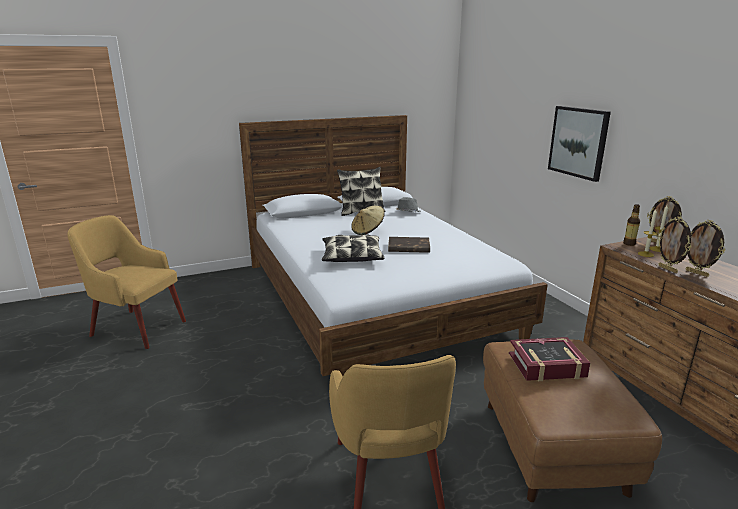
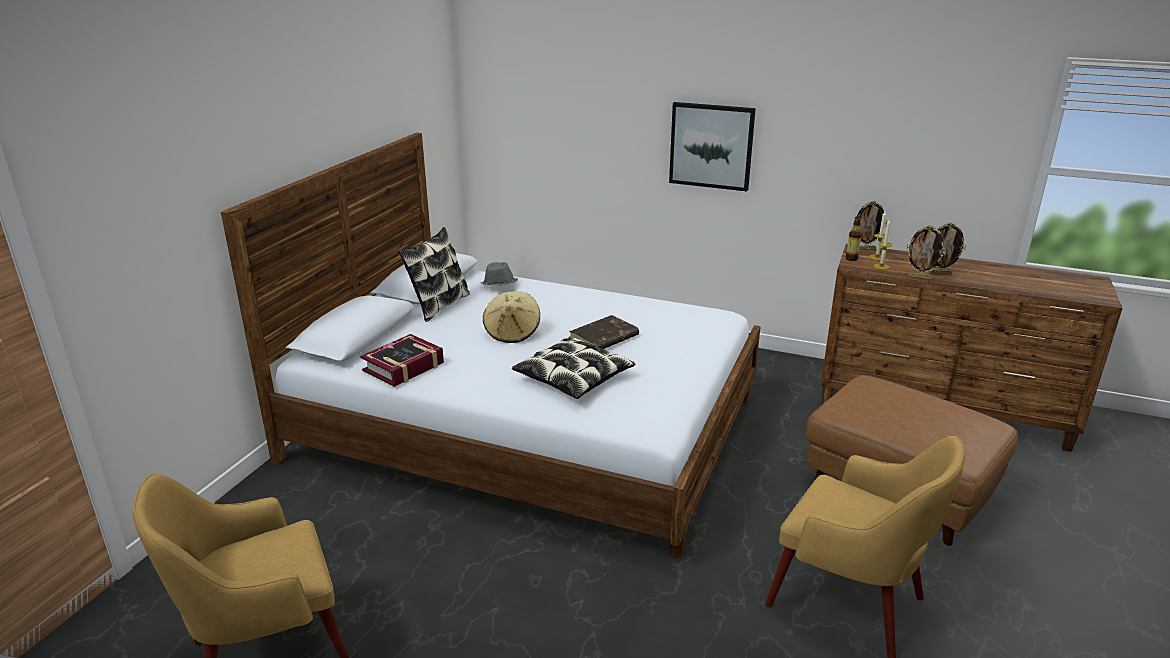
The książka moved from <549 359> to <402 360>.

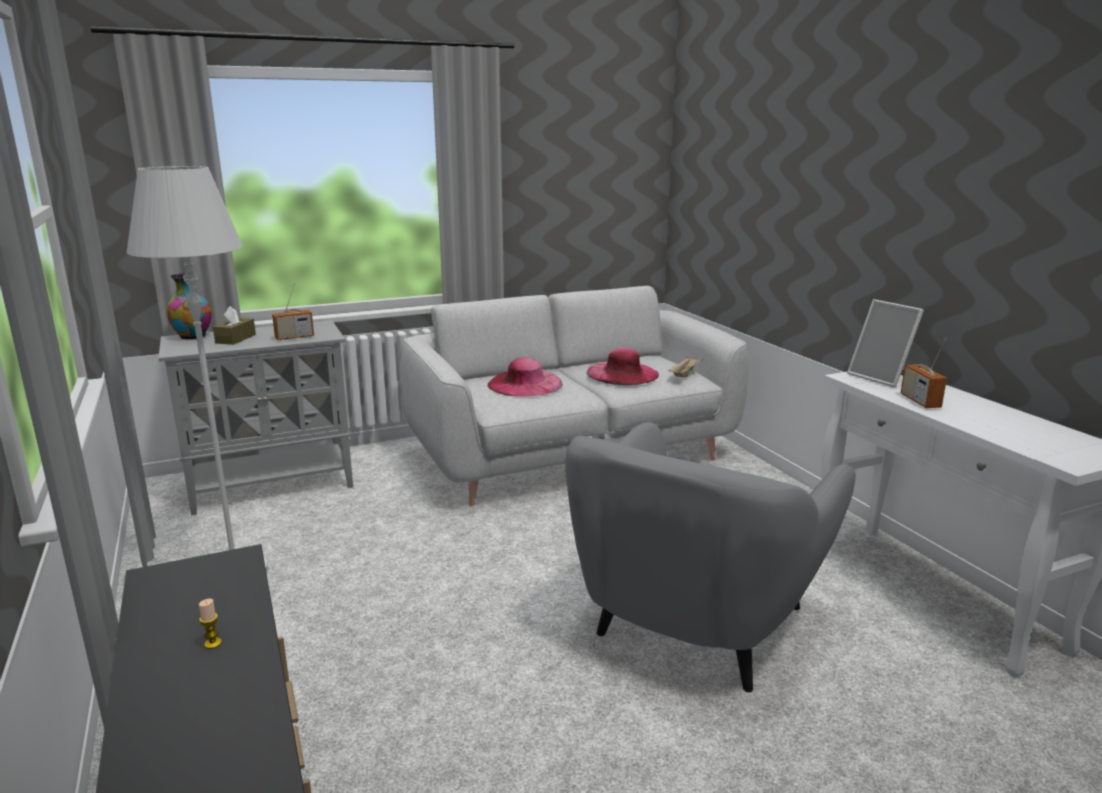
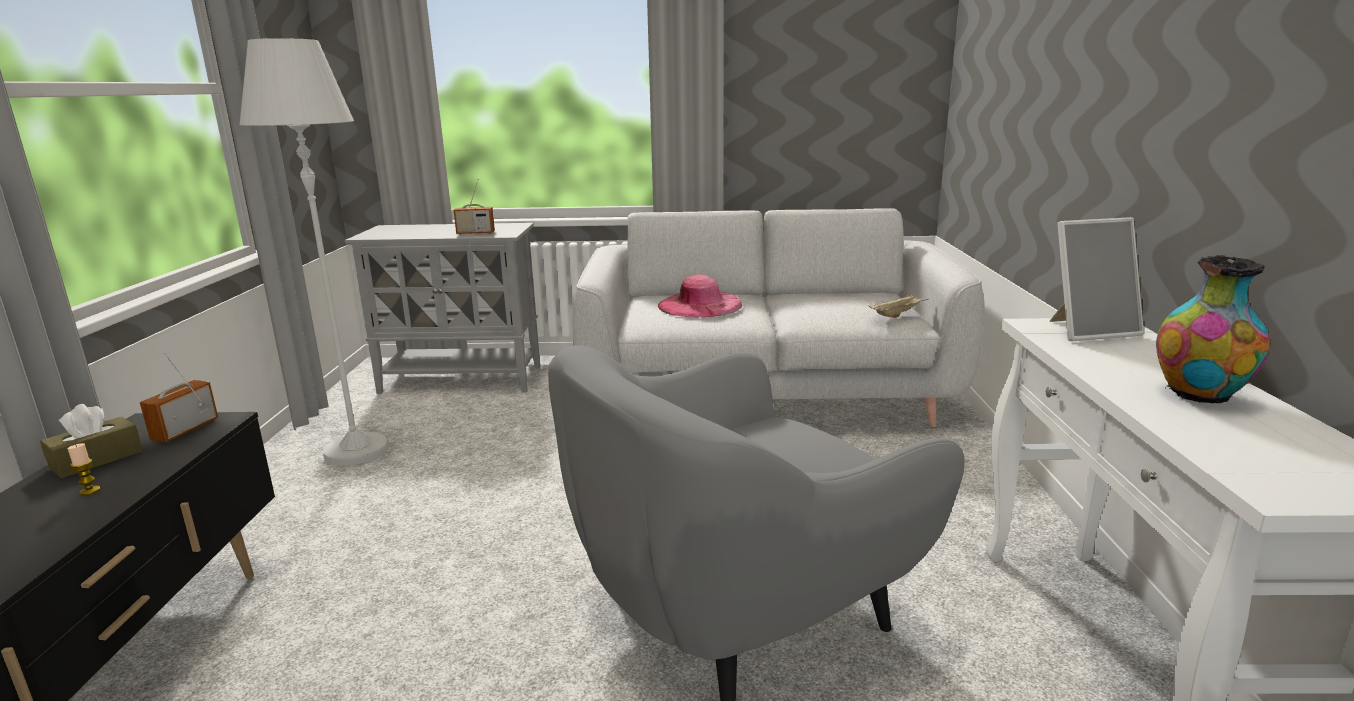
The wazon moved from <189 306> to <1213 329>.
The ramka na zdjęcie at <885 343> turned 90 degrees counterclockwise.
The pudełko chusteczek/brązowy moved from <234 325> to <91 441>.
The radio moved from <924 373> to <179 397>.
The kapelusz/różowy at <623 366> disappeared.

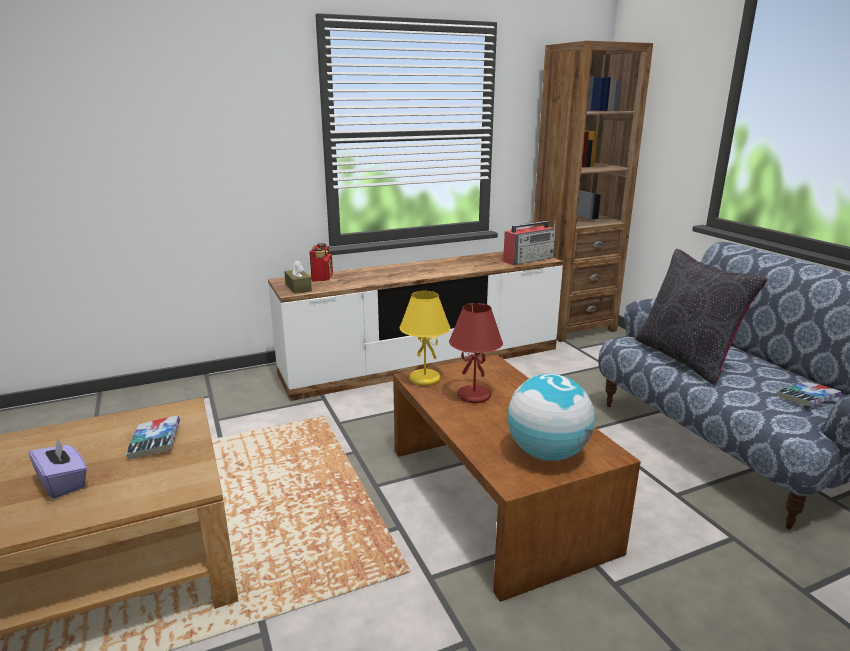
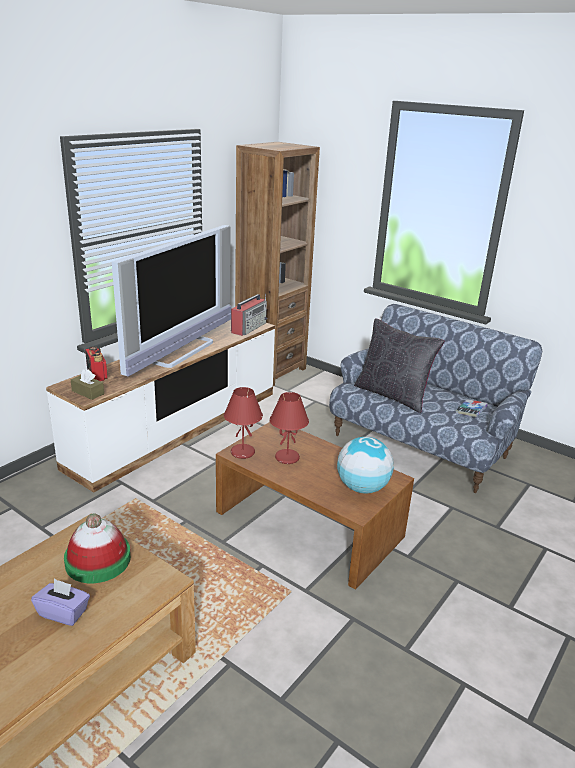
The lampa stołowa/żółty at <425 338> became the lampa stołowa/czerwony at <243 423>.
The książka at <153 437> was replaced by the kapelusz at <97 548>.
The telewizor at <171 301> appeared.

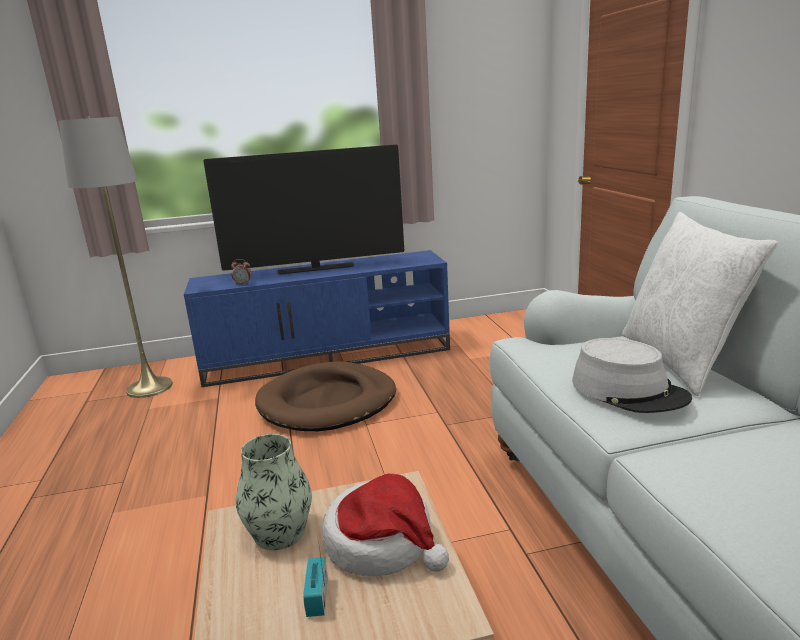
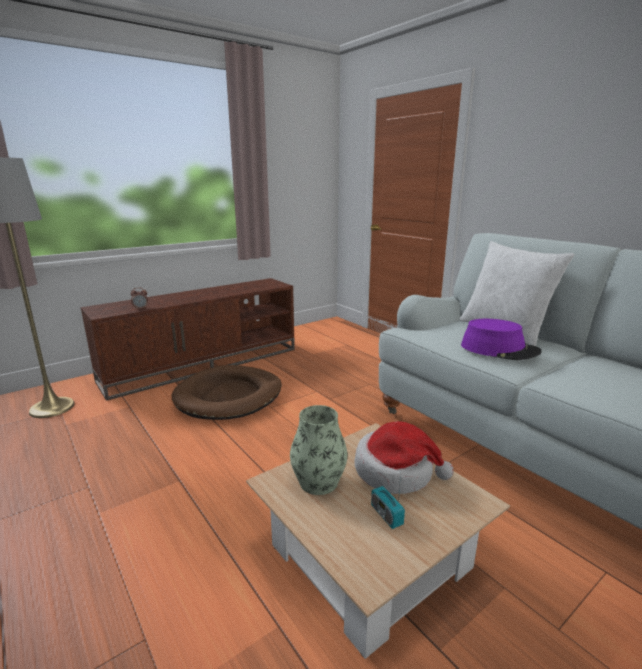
The telewizor at <303 209> disappeared.
The szafka pod telewizor/niebieski at <317 318> became the szafka pod telewizor/brązowy at <187 339>.
The kapelusz/szary at <632 375> became the kapelusz/fioletowy at <501 339>.

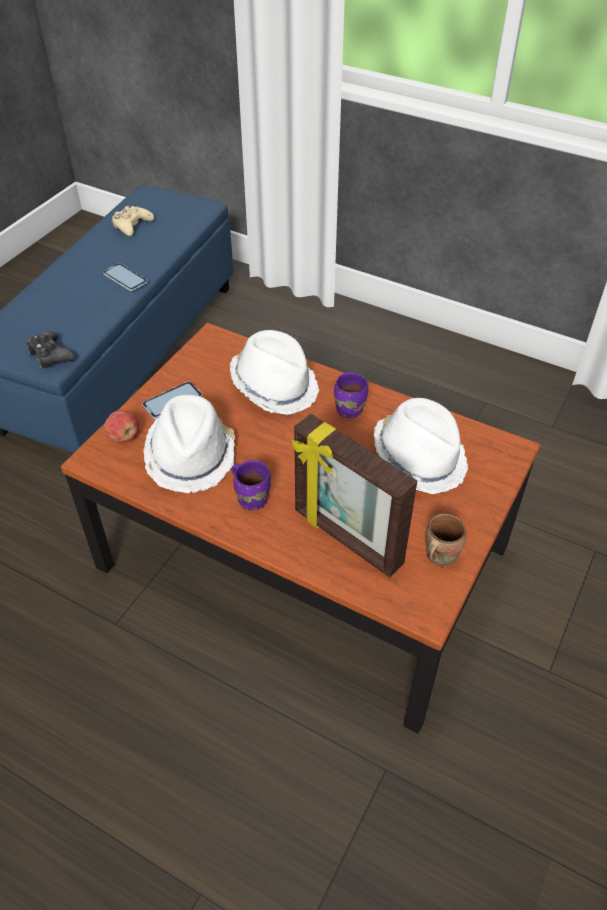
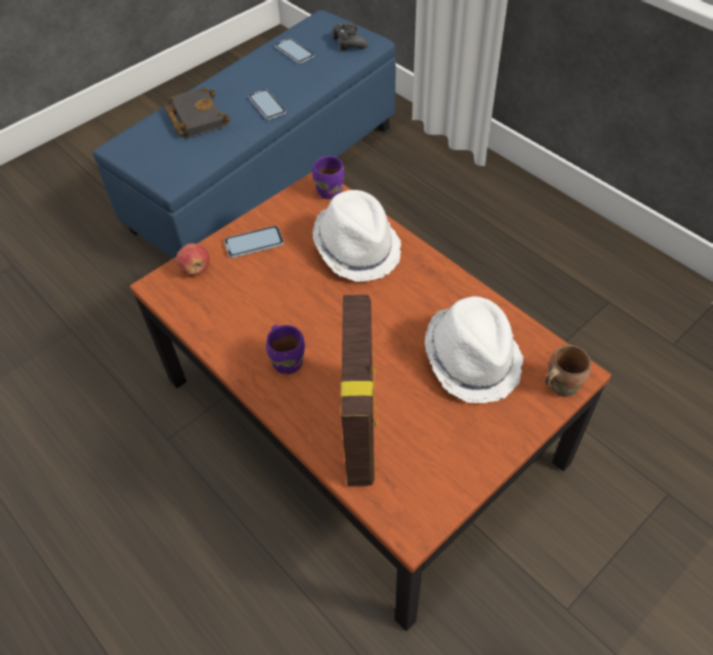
The pad do gier/beżowy at <133 220> was replaced by the telefon at <294 51>.
The pad do gier/czarny moved from <51 350> to <350 36>.
The kubek/fioletowy moved from <351 395> to <328 177>.
The kapelusz/biały at <189 444> disappeared.
The ramka na zdjęcie at <354 495> turned 150 degrees counterclockwise.
The kubek/brązowy moved from <445 540> to <568 371>.
The książka/czarny at <197 112> appeared.

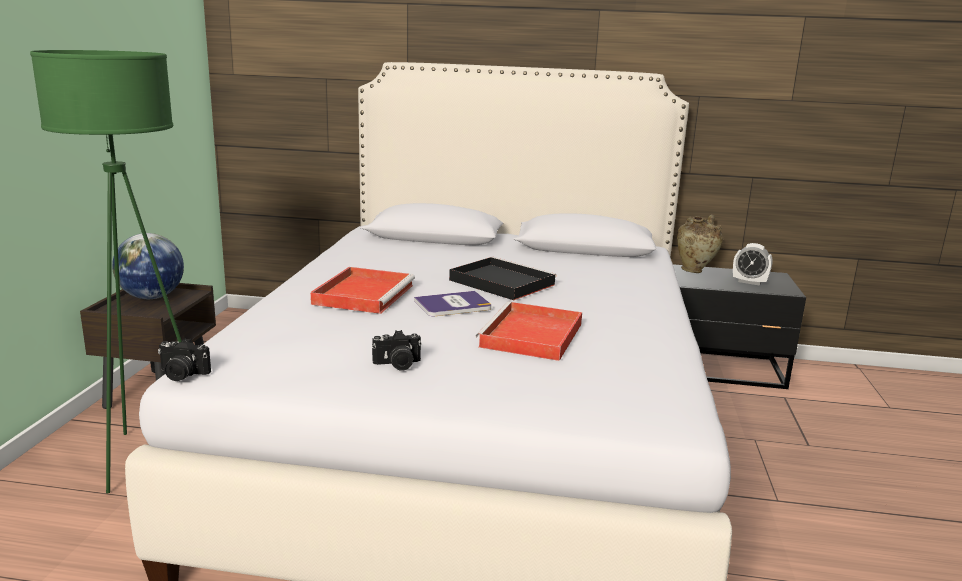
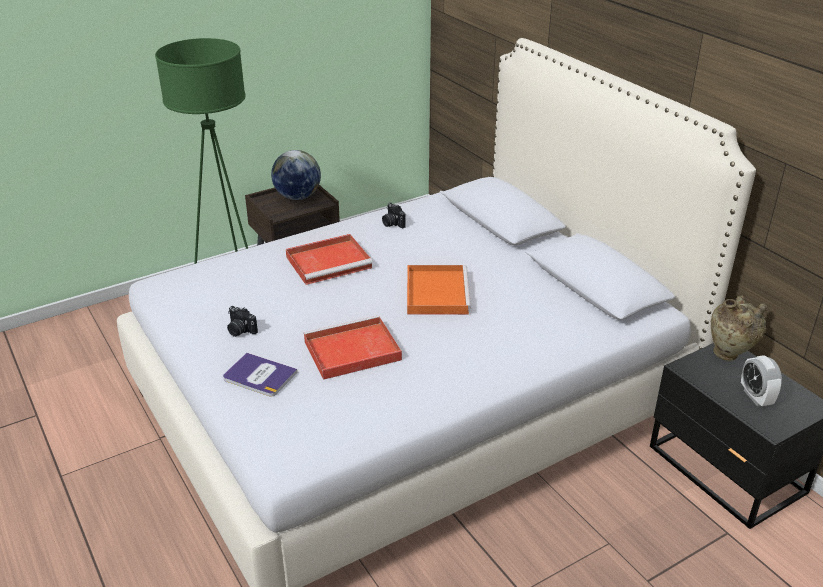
The taca/czarny at <503 278> became the taca/pomarańczowy at <439 290>.
The książka moved from <453 303> to <260 375>.
The aparat fotograficzny moved from <184 359> to <394 215>.

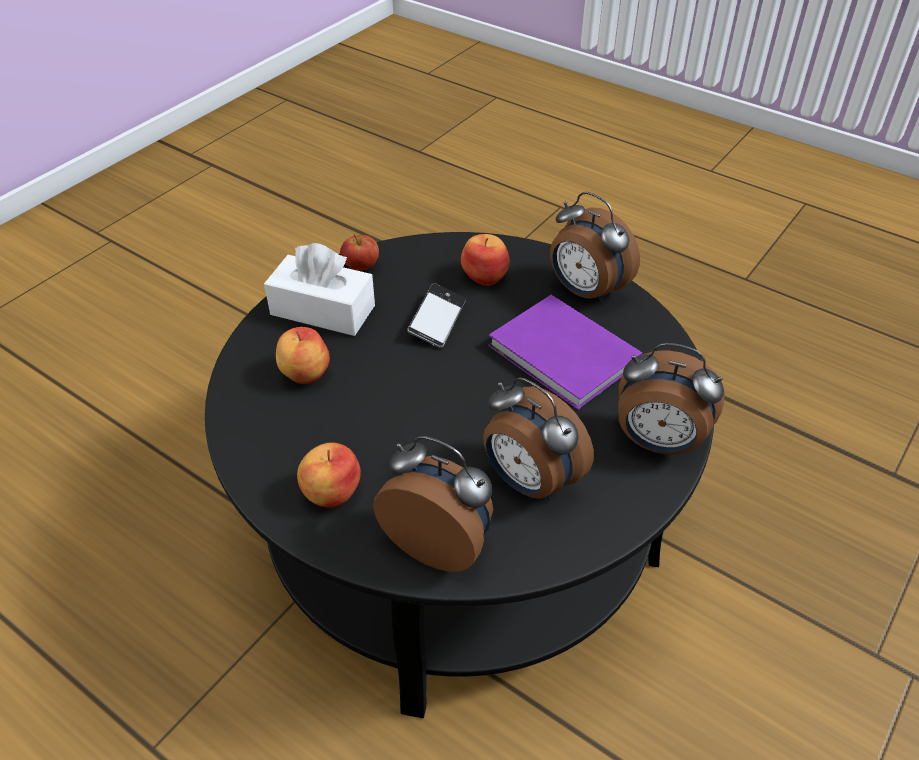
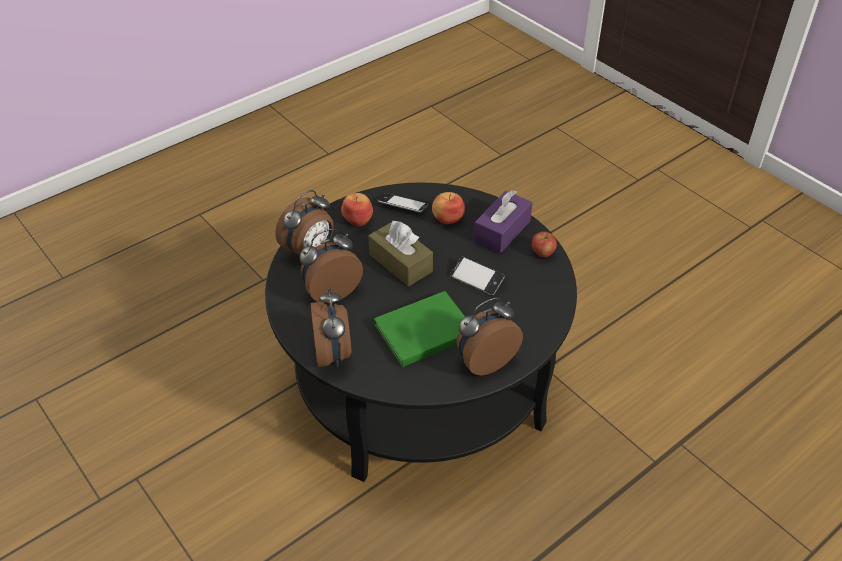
The jabłko at <485 260> disappeared.
The pudełko chusteczek/biały at <319 289> became the pudełko chusteczek/fioletowy at <503 221>.
The książka/fioletowy at <565 352> became the książka/zielony at <419 329>.
The budzik at <671 399> turned 135 degrees clockwise.
The telefon at <402 202> appeared.
The pudełko chusteczek/brązowy at <400 253> appeared.

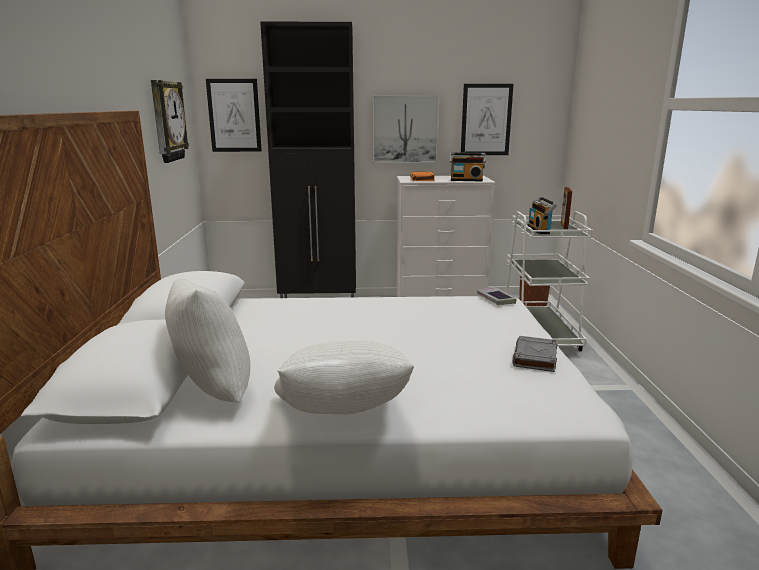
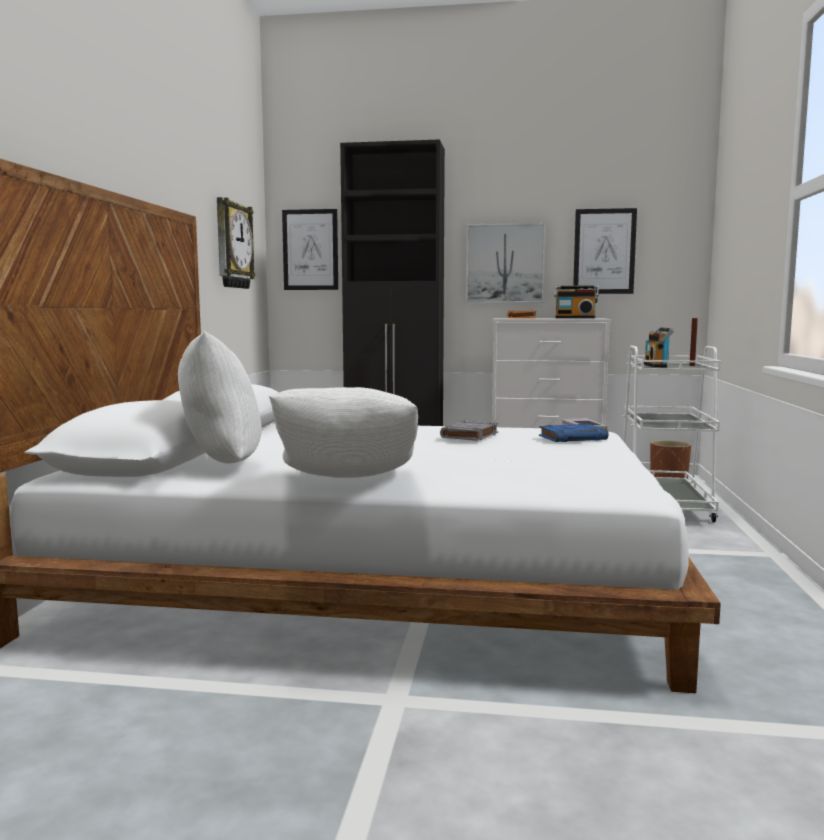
The książka/szary moved from <535 354> to <469 431>.
The książka/niebieski at <573 433> appeared.

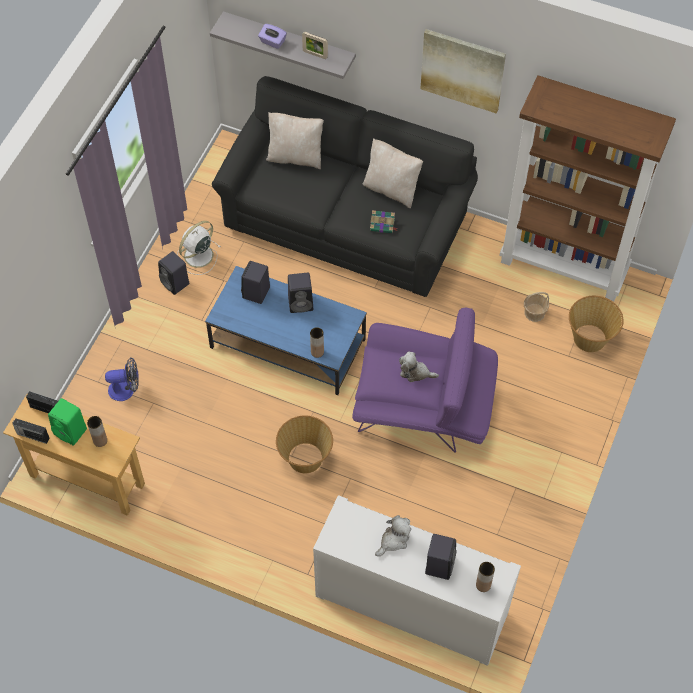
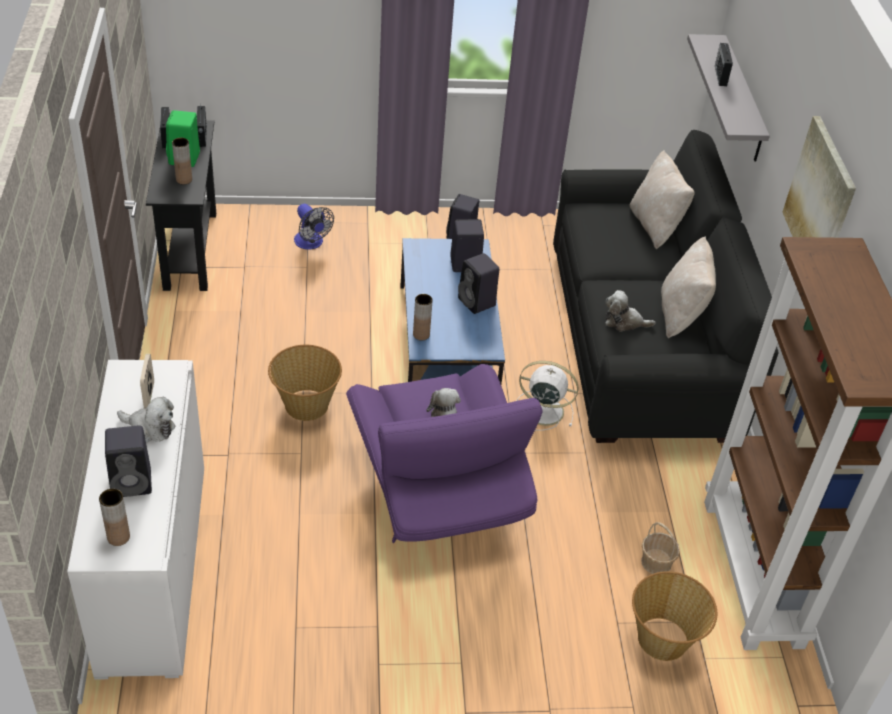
The pudełko chusteczek/fioletowy at <272 36> was replaced by the radio at <724 64>.
The ramka na zdjęcie moved from <315 45> to <147 381>.
The książka at <384 221> was replaced by the pluszak at <630 311>.
The wentylator/biały moved from <199 248> to <547 396>.
The stolik konsolowy/beżowy at <74 455> became the stolik konsolowy/czarny at <181 205>.

